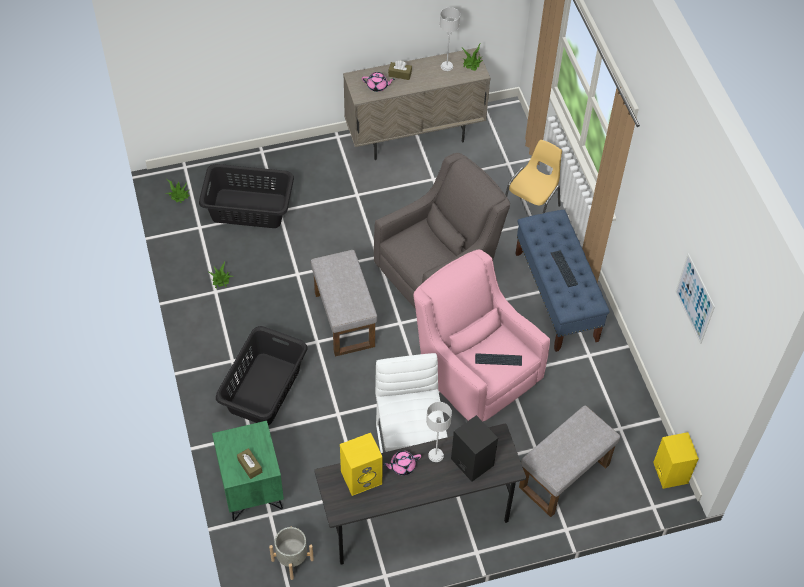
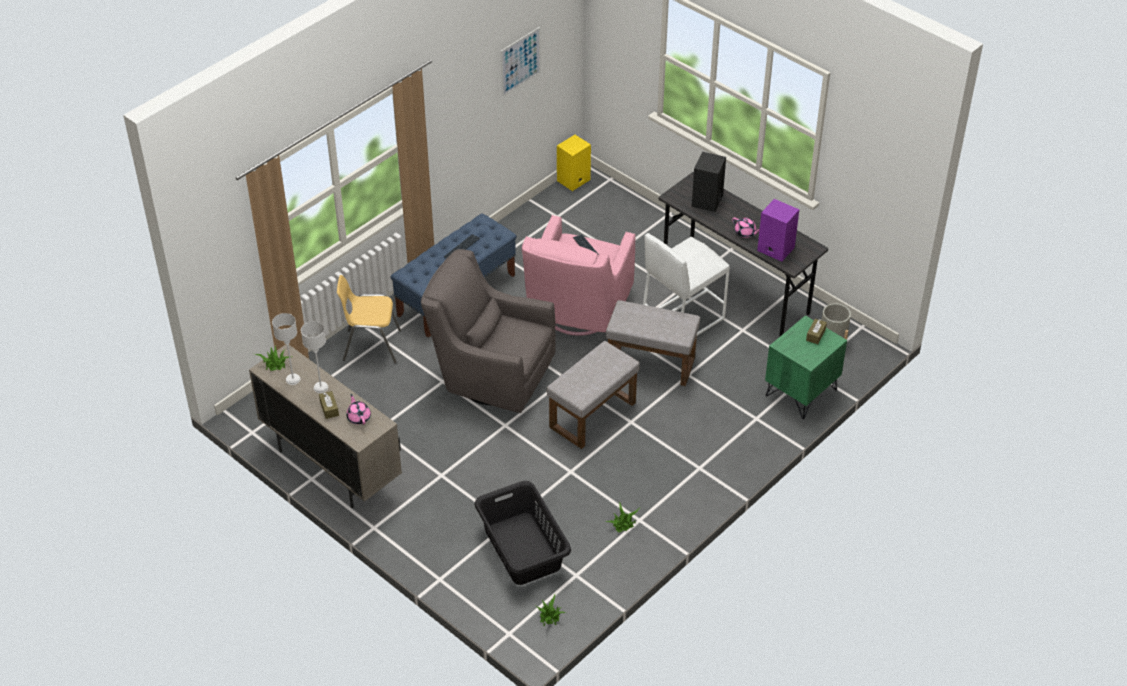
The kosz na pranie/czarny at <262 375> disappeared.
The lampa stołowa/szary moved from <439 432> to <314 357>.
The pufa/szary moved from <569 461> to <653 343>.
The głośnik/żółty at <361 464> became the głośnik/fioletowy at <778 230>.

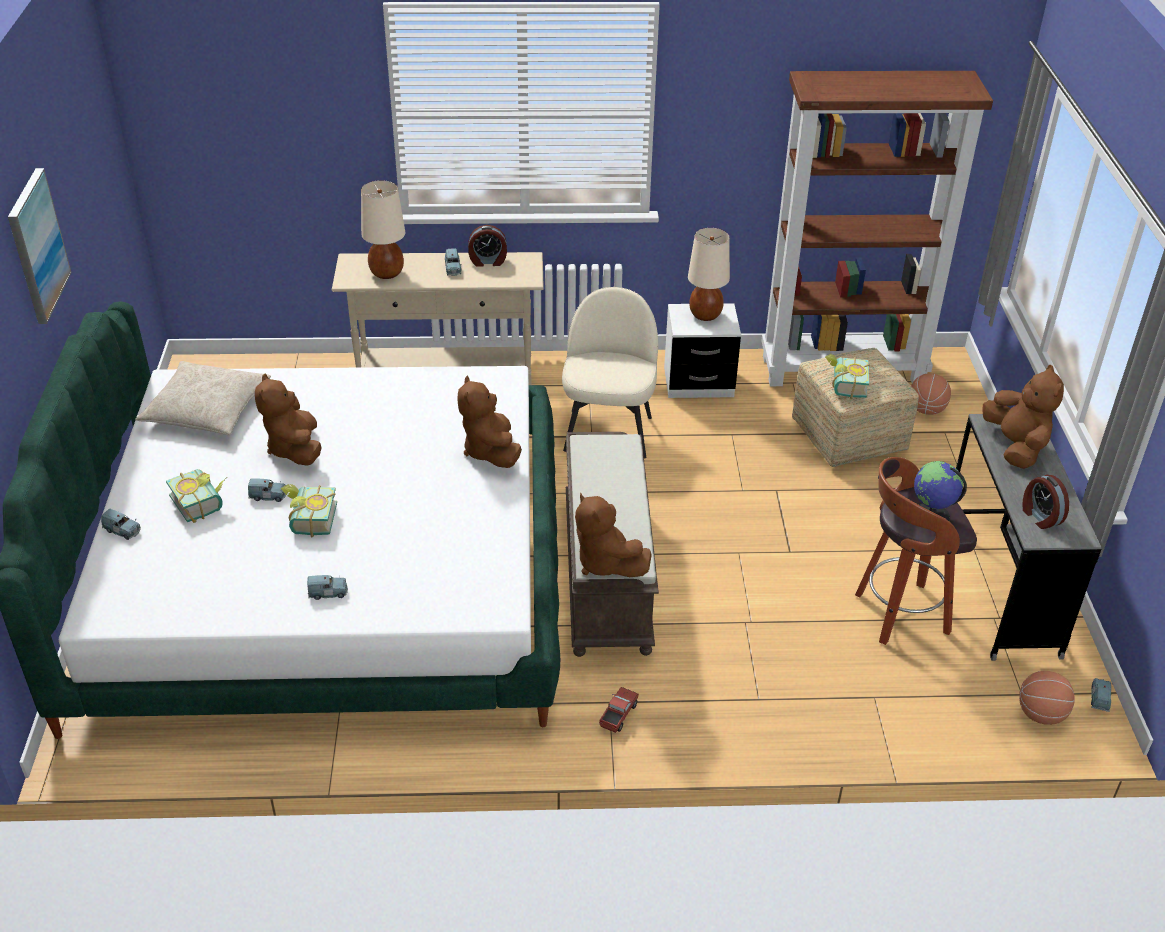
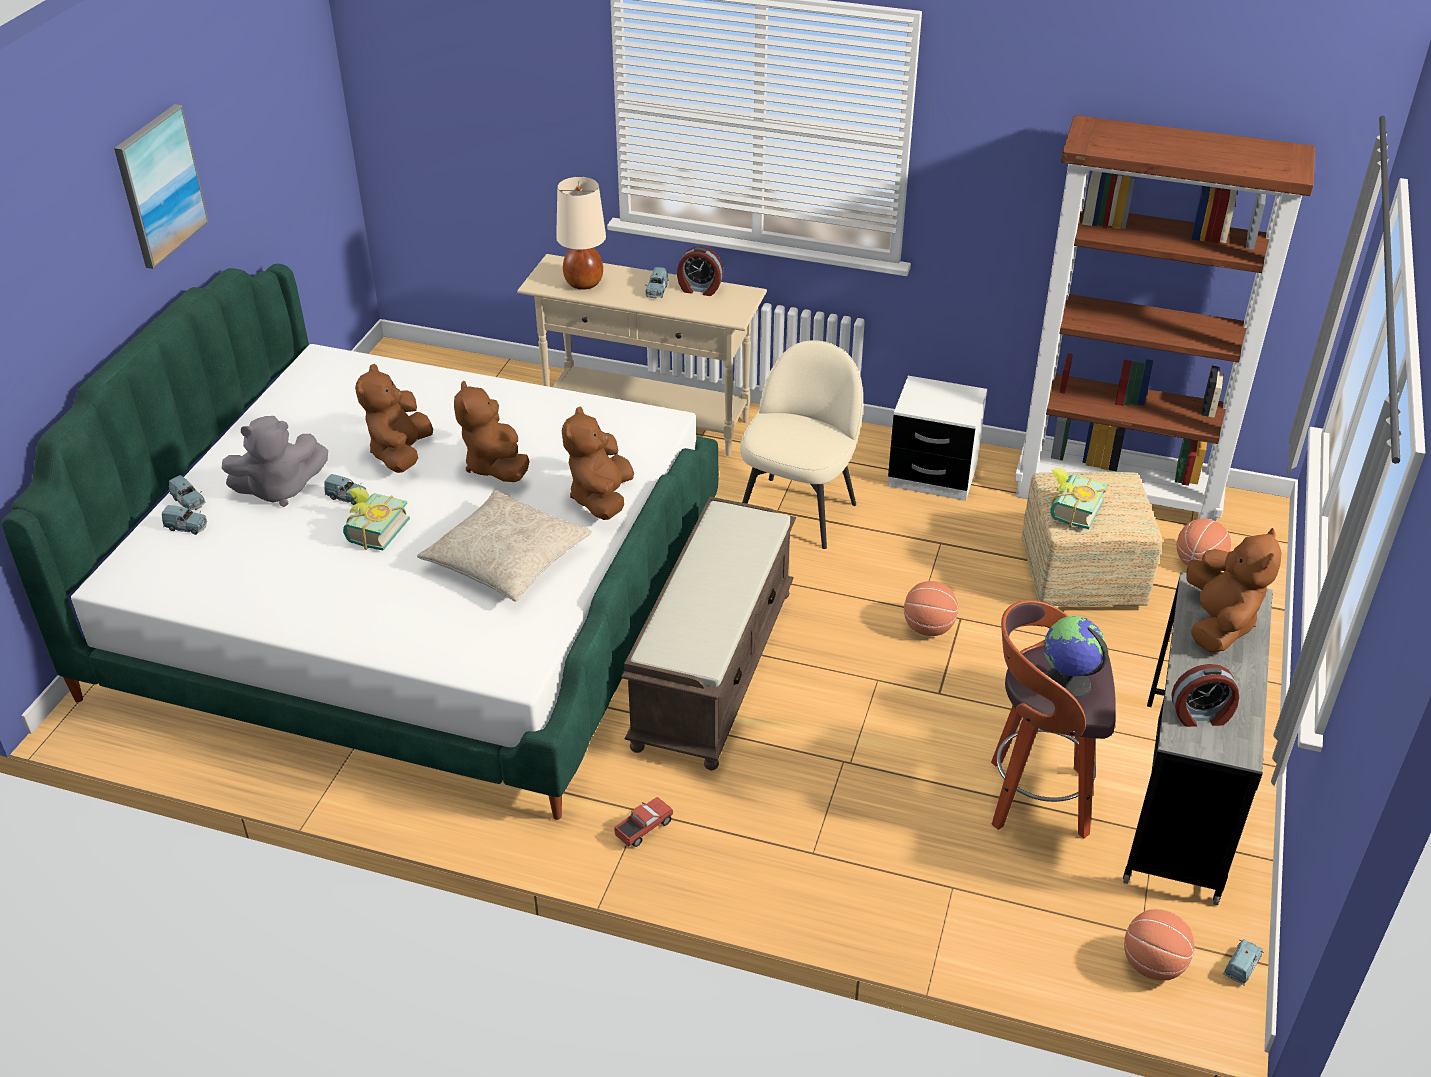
The lampa stołowa/beżowy at <709 274> disappeared.
The poduszka/beżowy moved from <203 398> to <504 546>.
The książka at <196 496> was replaced by the pluszak/szary at <275 461>.
The budzik at <1045 502> turned 90 degrees counterclockwise.
The pluszak/brązowy moved from <613 534> to <492 431>.
The samochodzik/niebieski moved from <327 587> to <184 520>.
The piłka do koszykówki at <931 608> appeared.

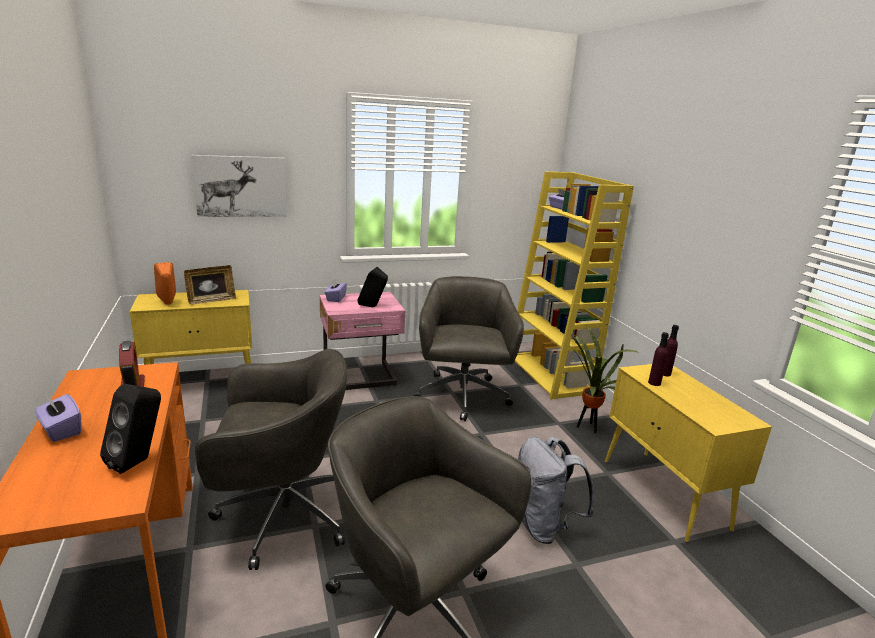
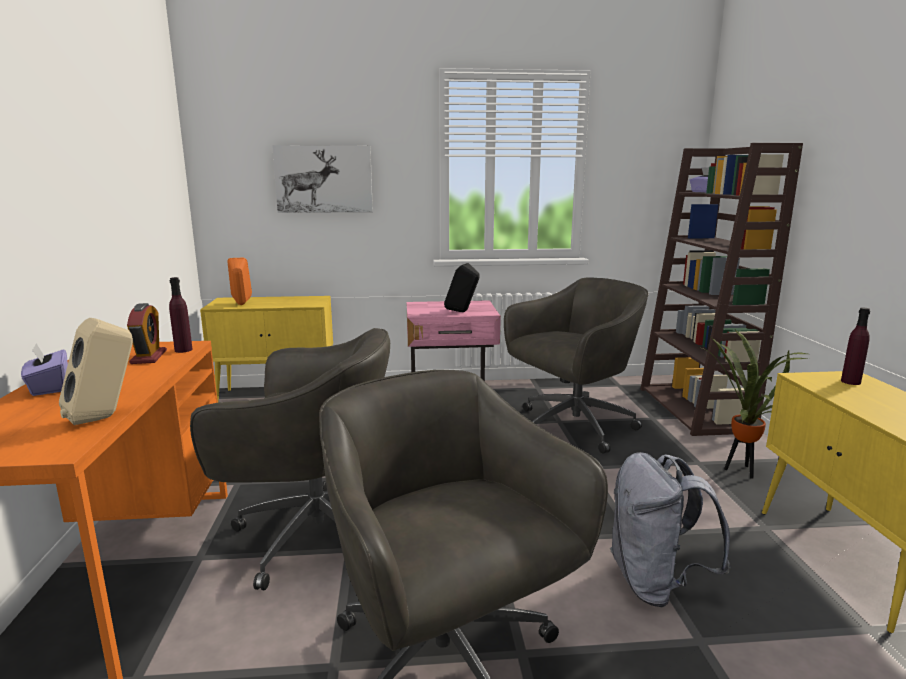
The regał/żółty at <574 285> became the regał/brązowy at <721 289>.
The ramka na zdjęcie at <210 284> disappeared.
The krzesło biurowe/szary at <469 348> turned 45 degrees clockwise.
The pudełko chusteczek/fioletowy at <336 290> disappeared.
The butelka/fioletowy moved from <658 359> to <180 315>.
The głośnik/czarny at <130 429> became the głośnik/beżowy at <96 371>.

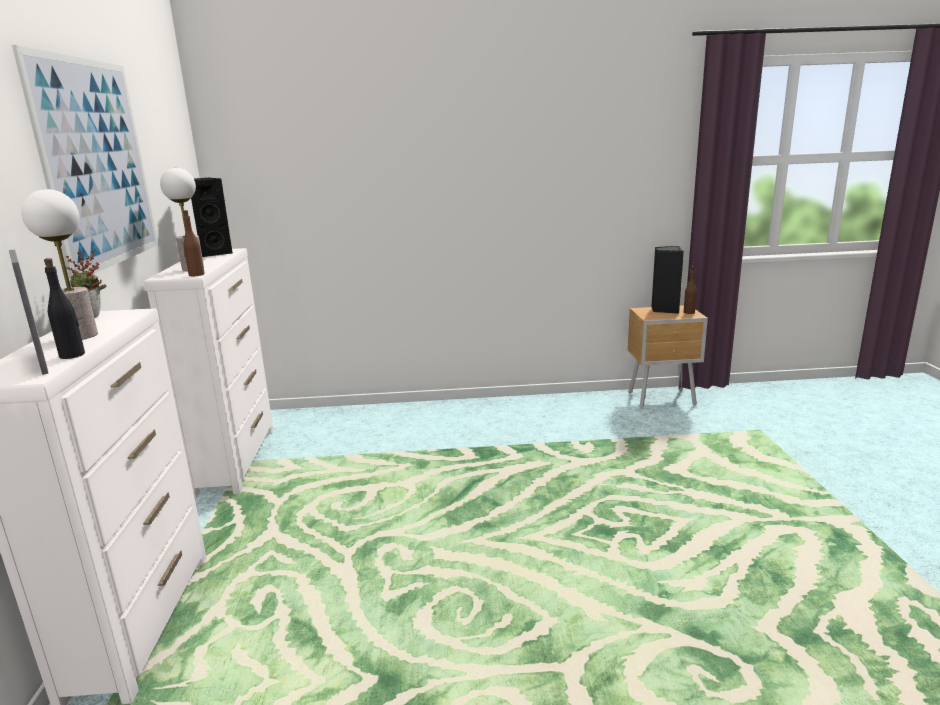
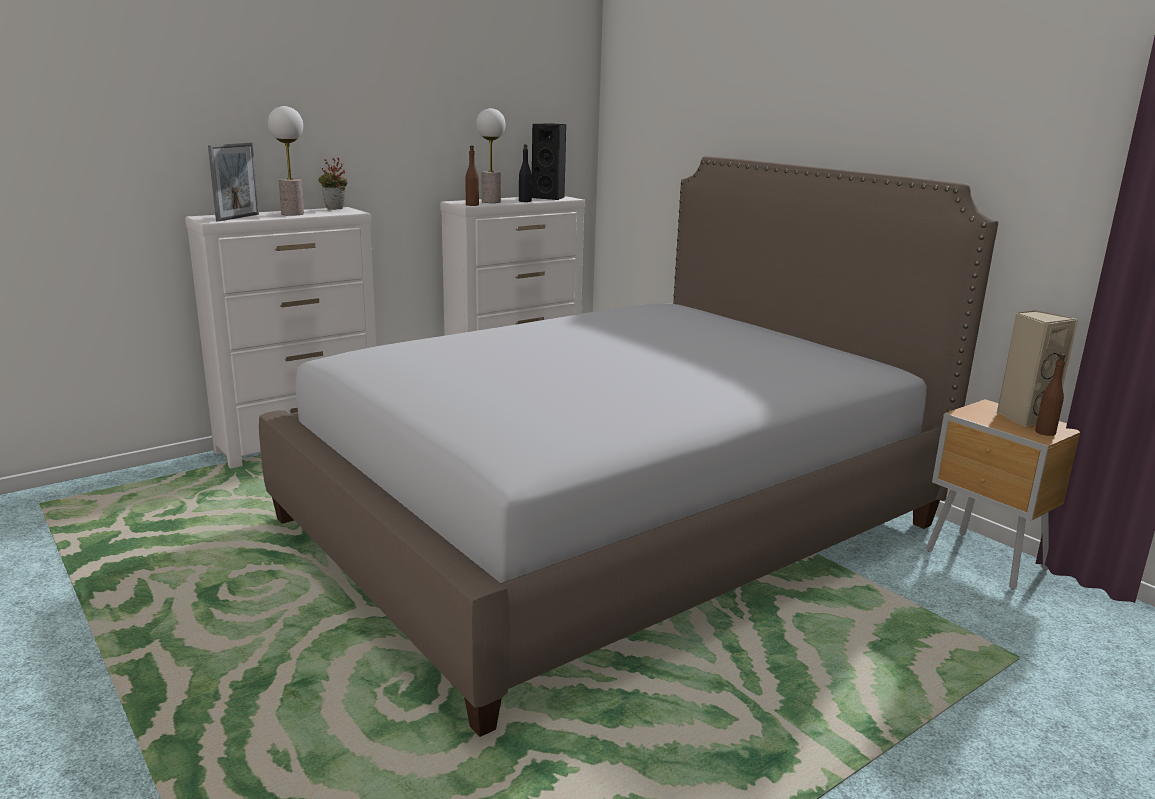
The obraz at <85 162> disappeared.
The głośnik/czarny at <667 280> became the głośnik/beżowy at <1037 368>.
The butelka/czarny moved from <64 308> to <525 173>.
The łóżko at <628 446> appeared.

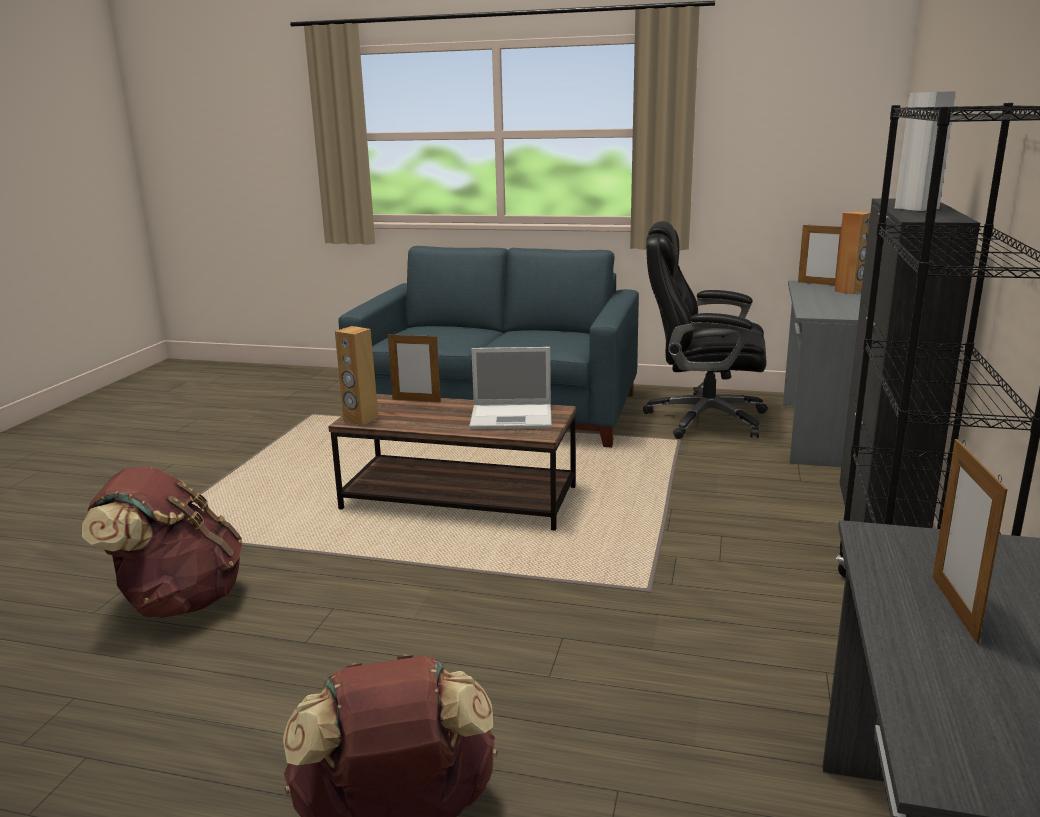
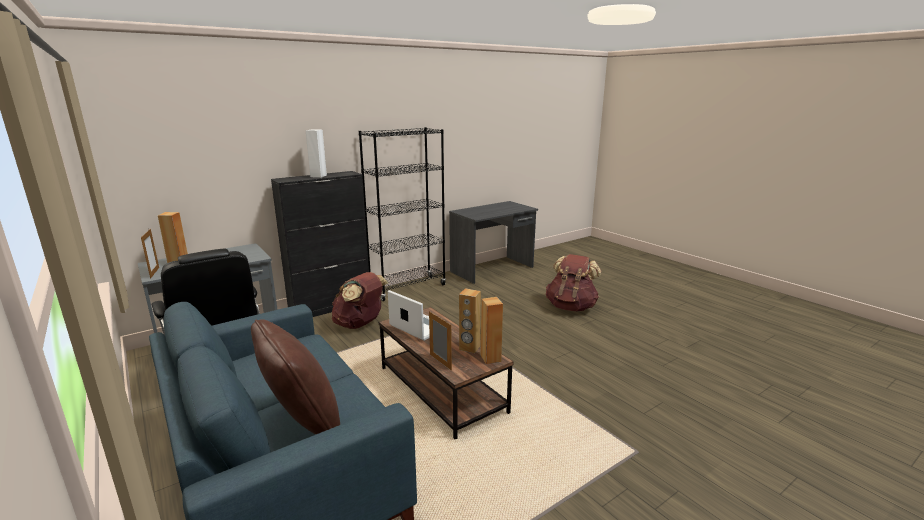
The ramka na zdjęcie at <970 541> disappeared.
The plecak/brązowy moved from <162 542> to <360 300>.
The głośnik/brązowy at <470 320> appeared.
The poduszka/brązowy at <295 377> appeared.

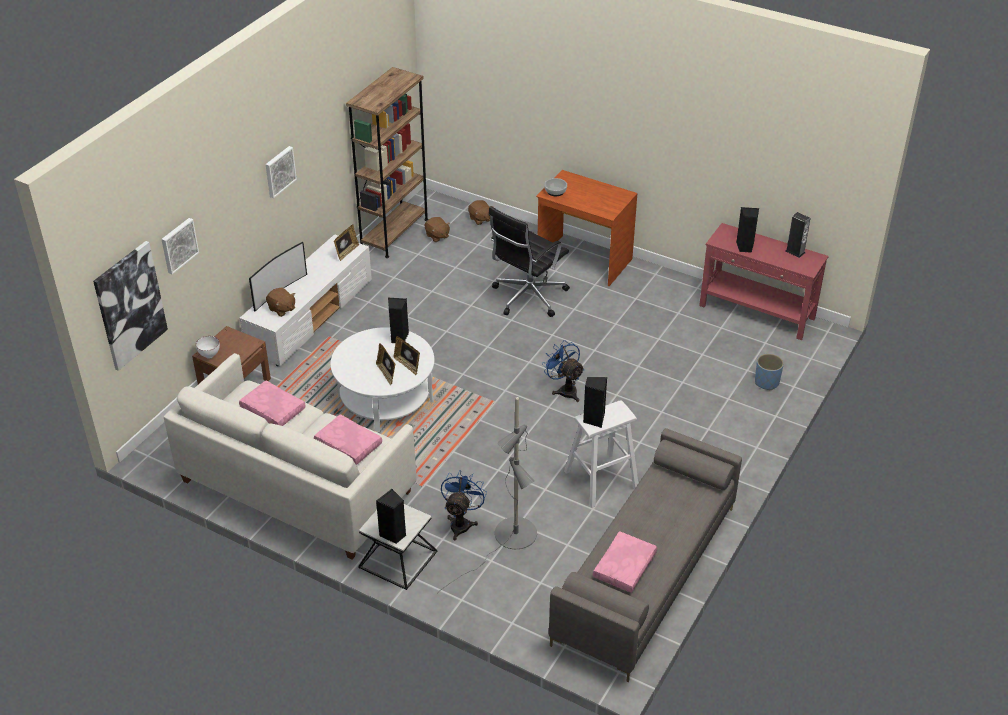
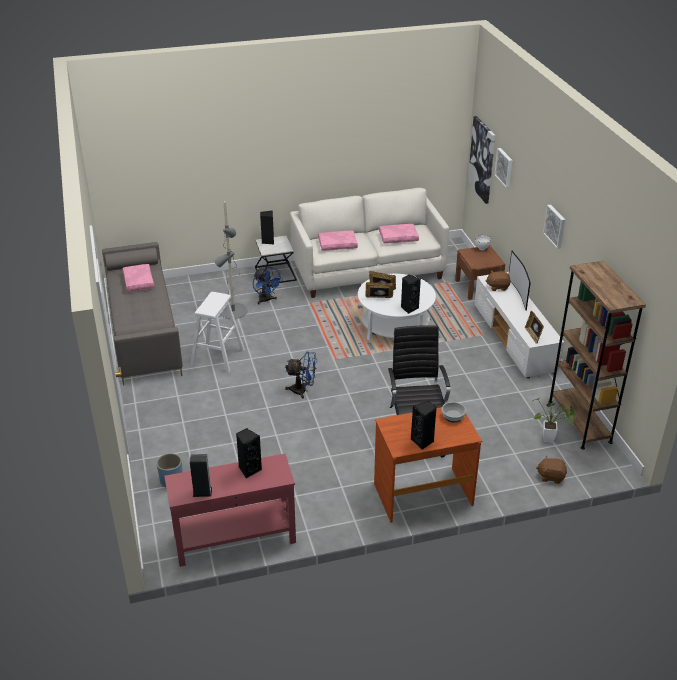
The pluszak/brązowy at <437 229> was replaced by the roślina doniczkowa at <554 420>.
The głośnik/czarny moved from <595 402> to <423 425>.

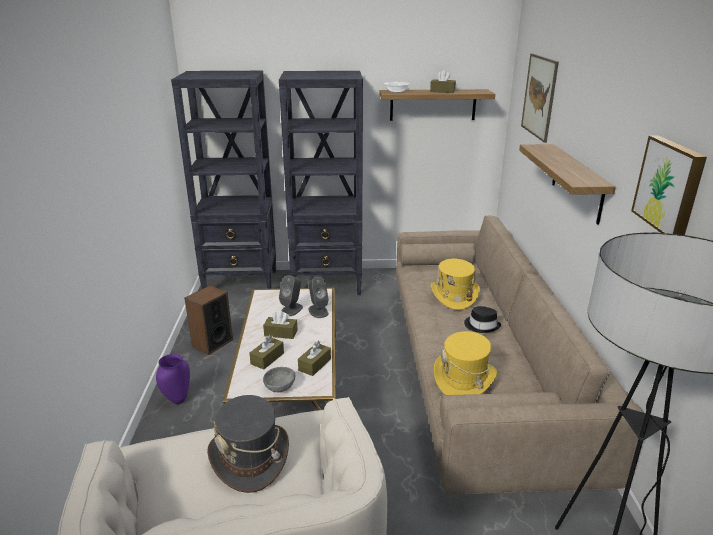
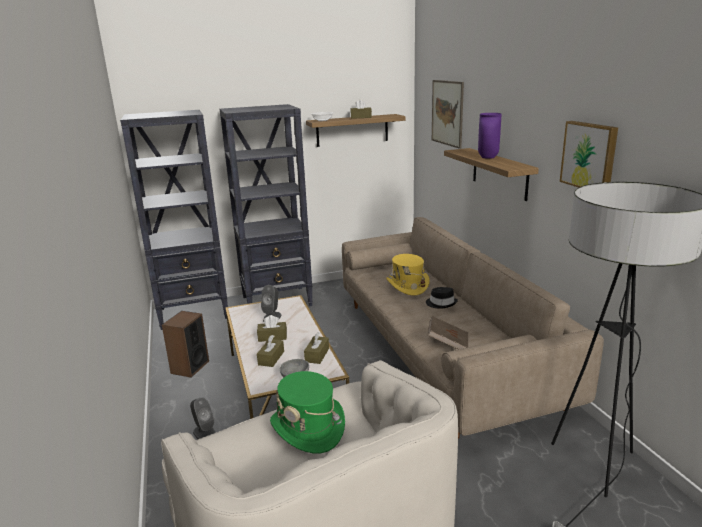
The głośnik/szary moved from <319 297> to <203 418>.
The kapelusz/żółty at <465 363> was replaced by the książka/brązowy at <448 332>.
The wazon/fioletowy moved from <173 379> to <490 136>.
The kapelusz/szary at <248 444> became the kapelusz/zielony at <307 412>.

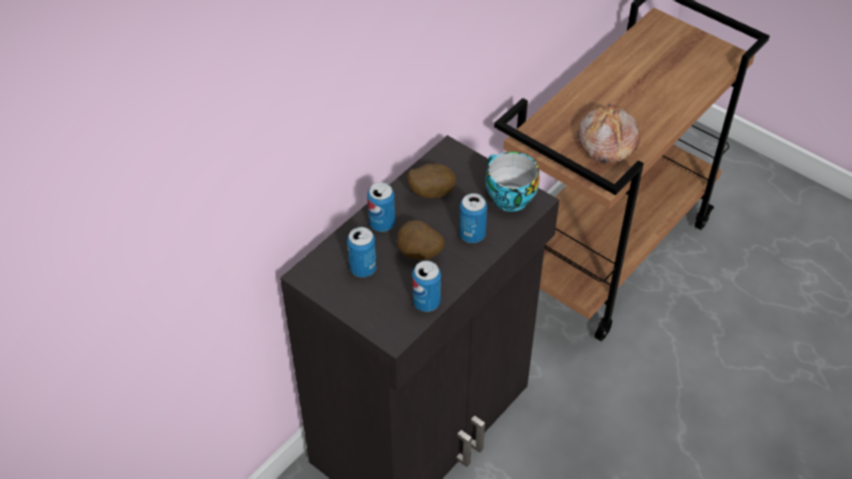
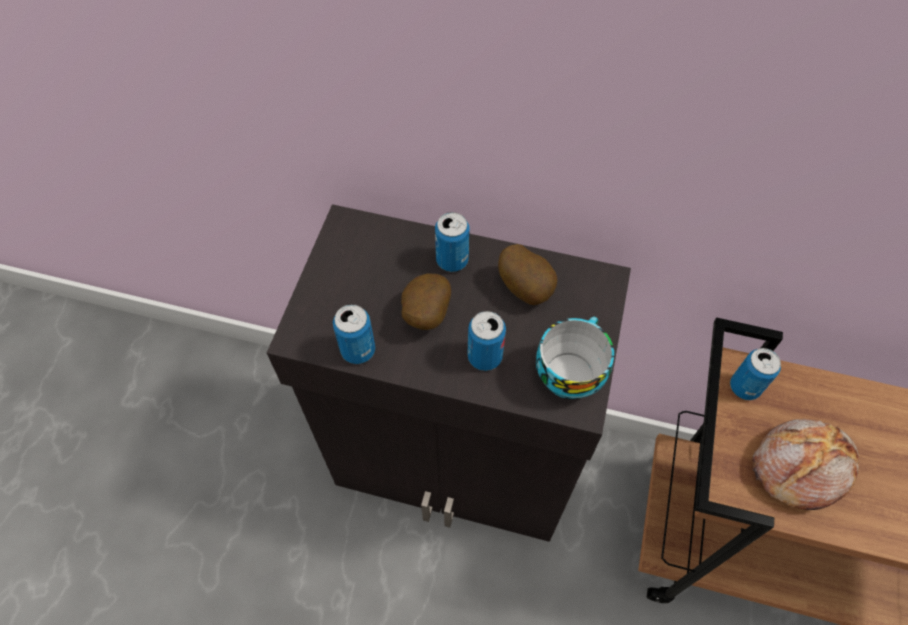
The puszka moved from <362 252> to <755 374>.

